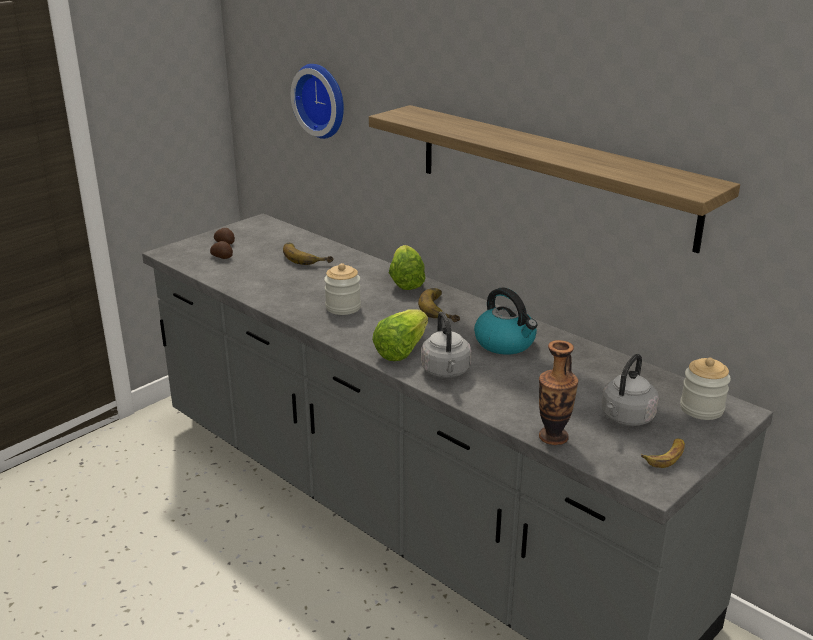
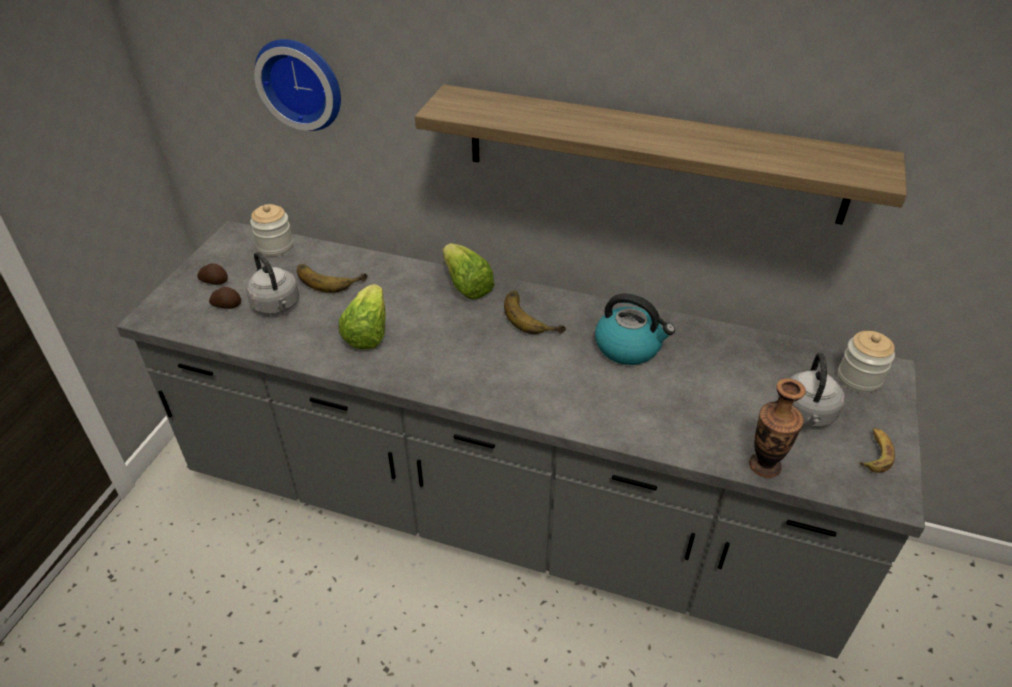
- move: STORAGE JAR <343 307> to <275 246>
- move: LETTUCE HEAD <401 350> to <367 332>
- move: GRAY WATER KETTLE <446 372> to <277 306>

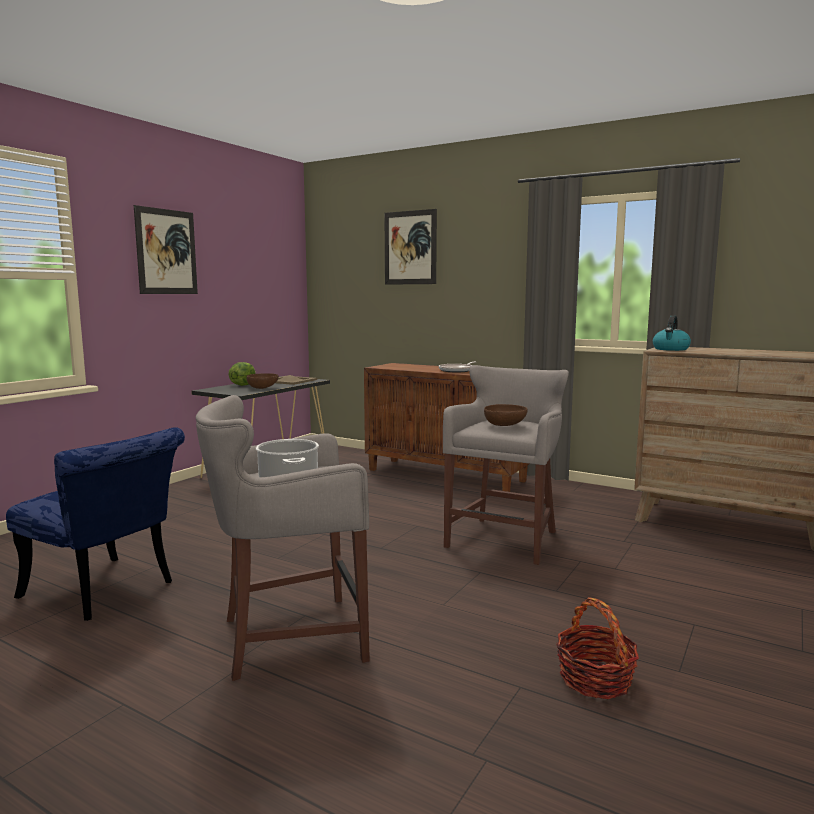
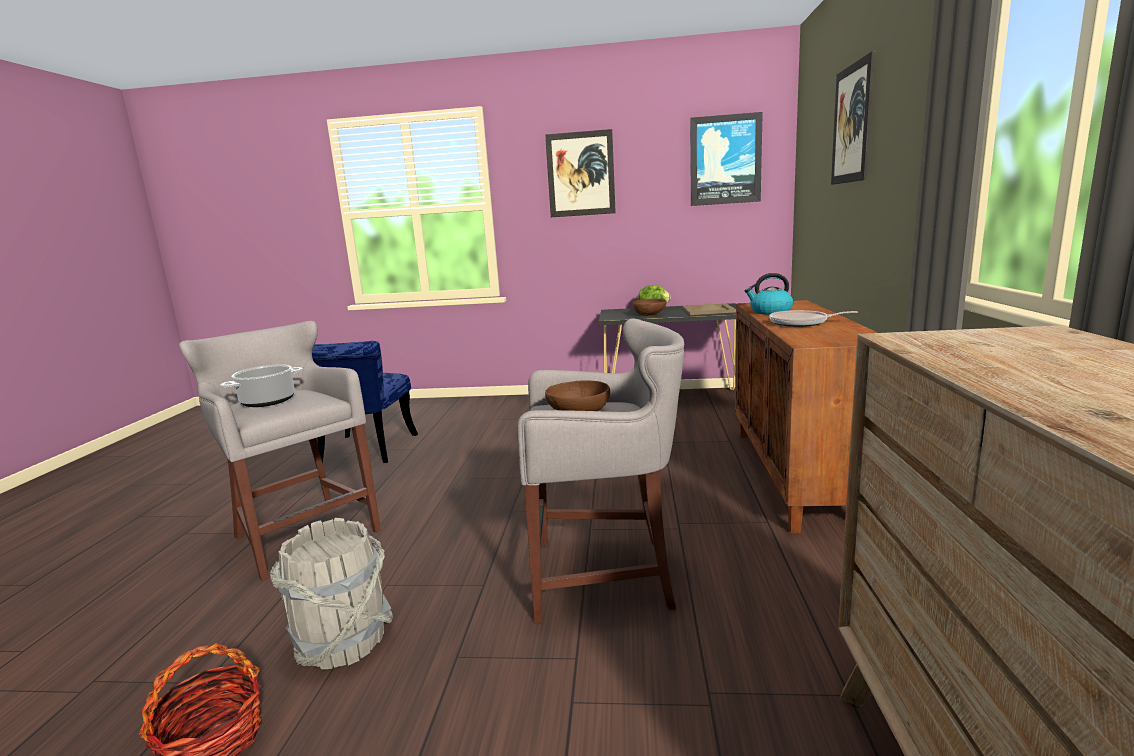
- insert: GRAY PAIL <343 641>
- insert: WALL ART <725 160>
- move: WATER KETTLE <671 349> to <770 312>

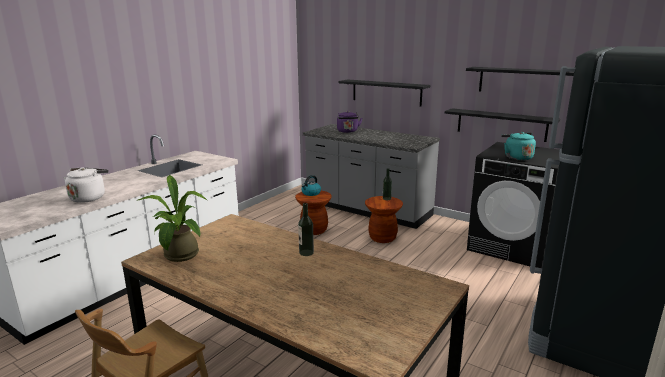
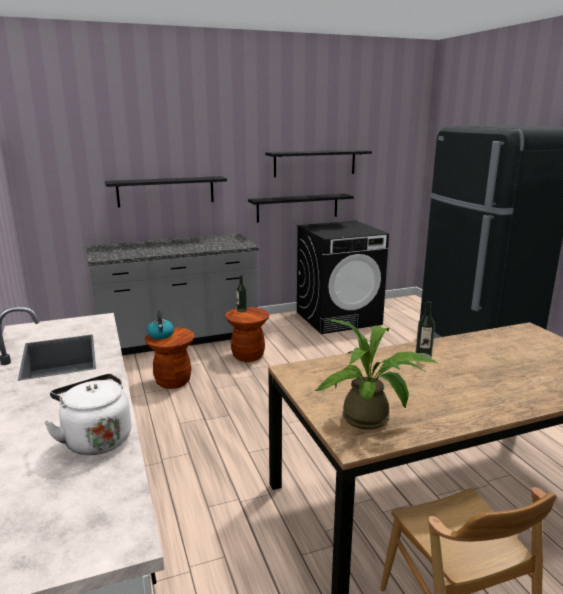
- delete: PURPLE WATER KETTLE <347 131>
- delete: BLUE-GREEN WATER KETTLE <516 157>

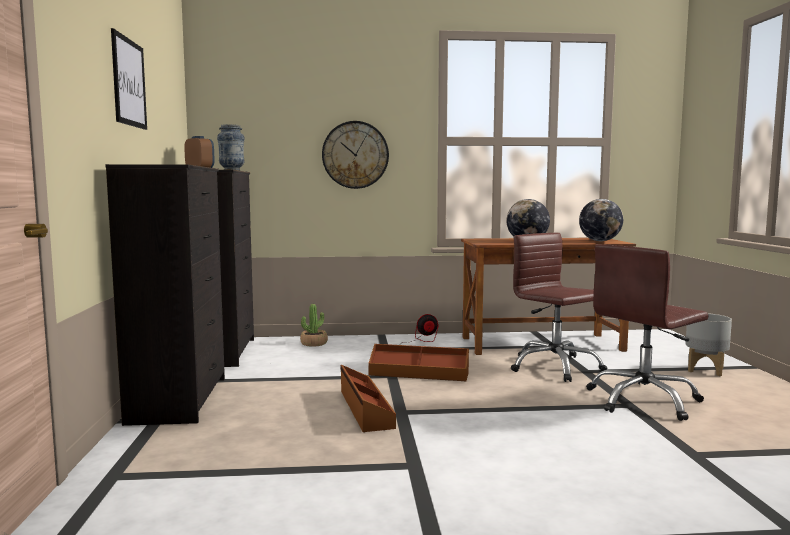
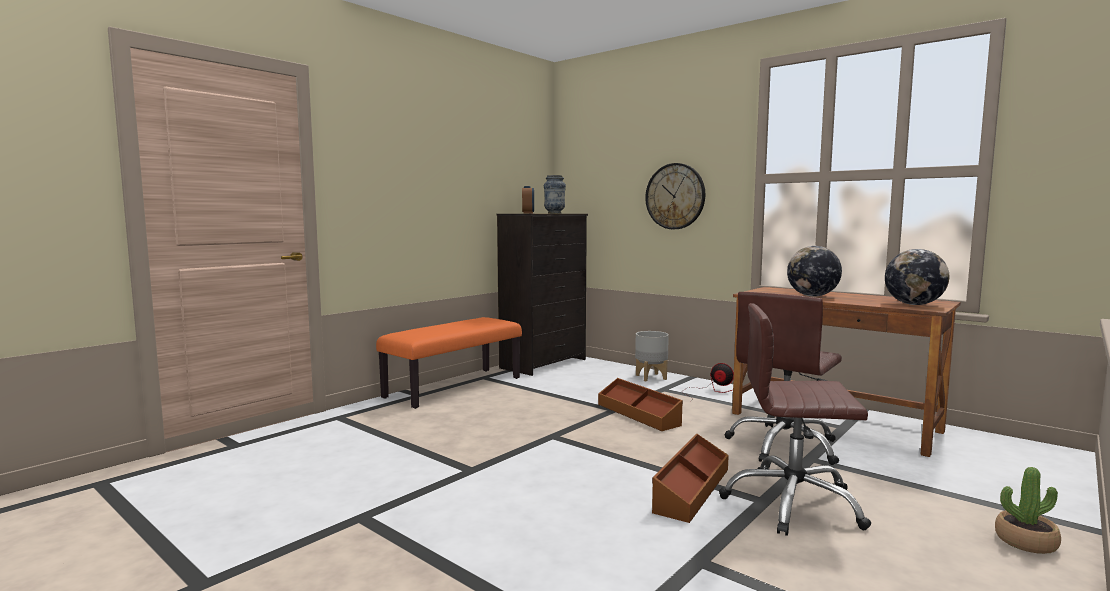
- delete: WALL ART <129 82>
- move: PLANT IN A POT <314 343> to <1025 542>
- move: BROWN-COLOURED STORAGE BIN <364 408> to <691 489>
- move: GRAY PLANT POT <706 370> to <651 377>
- replace: BLACK DRAWER CHEST <180 399> to ORANGEY BENCH <454 387>
- rotate: BROWN-COLOURED OFFICE CHAIR <555 367> = <784 445> 150 degrees counterclockwise

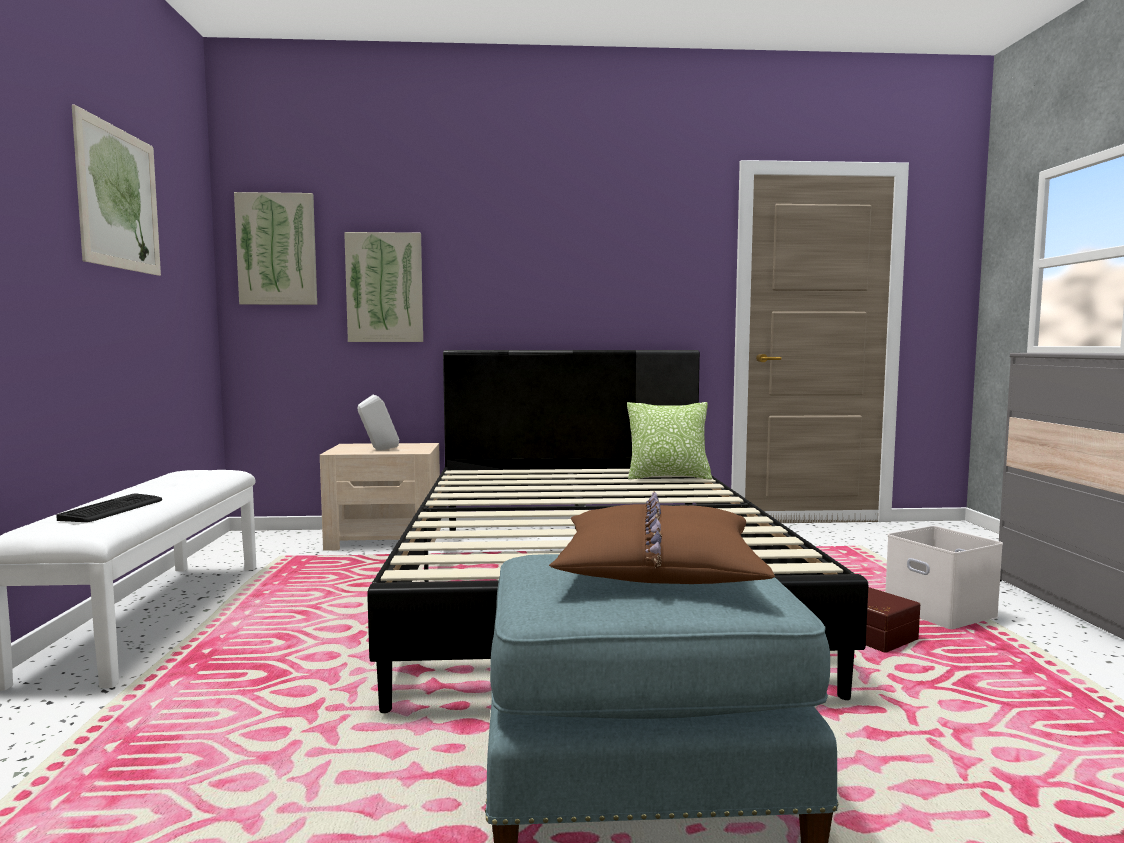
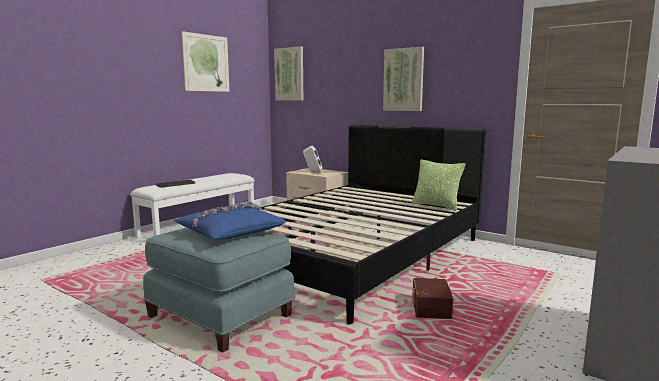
- delete: WHITE-COLOURED STORAGE BIN <942 611>
- move: WALL ART <385 288> to <403 80>
- recolor: BROWN-COLOURED CUSHION <658 567> to BLUISH CUSHION <230 232>

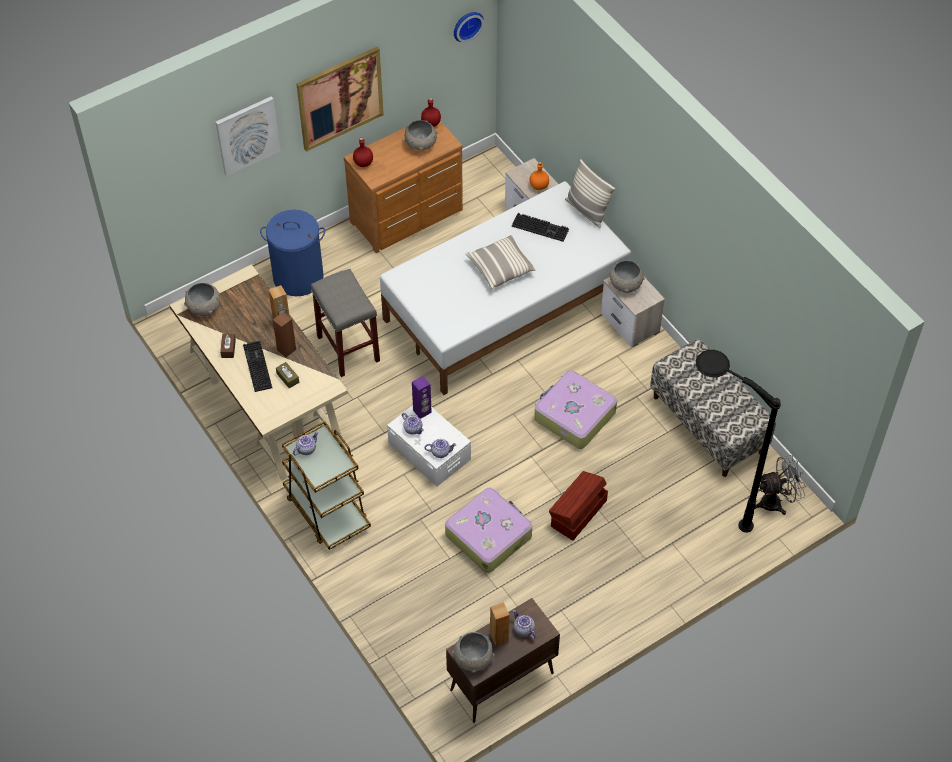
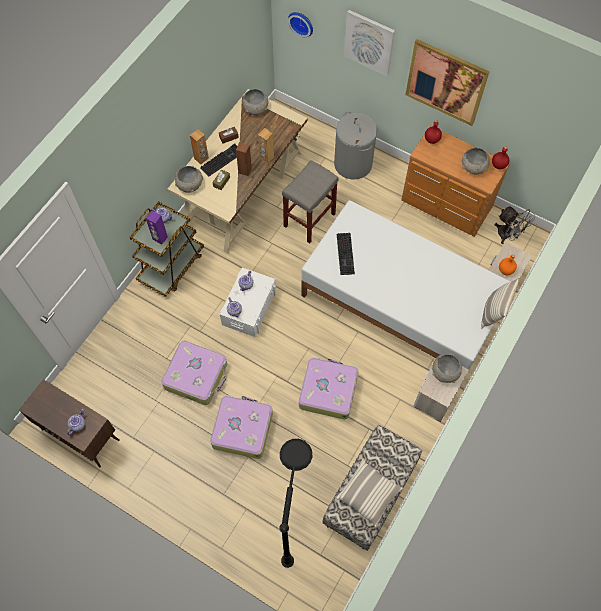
- move: PURPLE AUDIO SPEAKER <422 411> to <160 238>
- move: GRAY DEEP DISH <473 658> to <190 185>
- move: WALL CLOCK <466 25> to <302 23>
- move: CUSHION <501 268> to <368 494>
- move: BROWN-COLOURED AUDIO SPEAKER <499 637> to <201 158>
- move: KEYBOARD <541 227> to <346 254>
- move: GRAY FAN <776 502> to <508 235>
- replace: BROWN-COLOURED STORAGE BIN <577 513> to TRAVEL CASE <242 429>
- recolor: BLUISH WASHING BASKET <298 277> to GRAY WASHING BASKET <353 164>

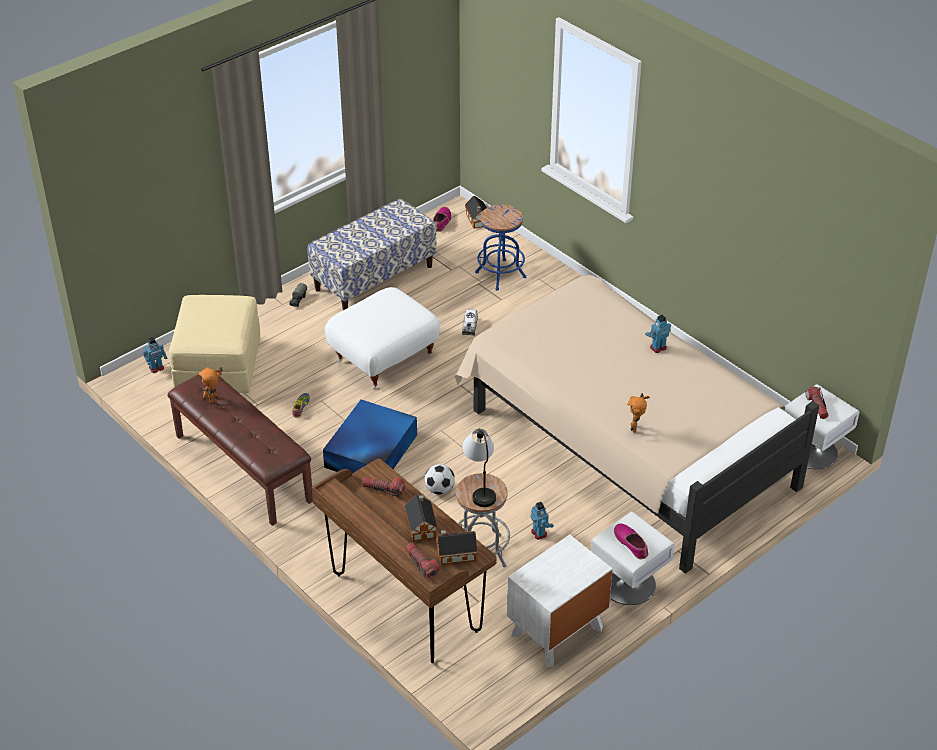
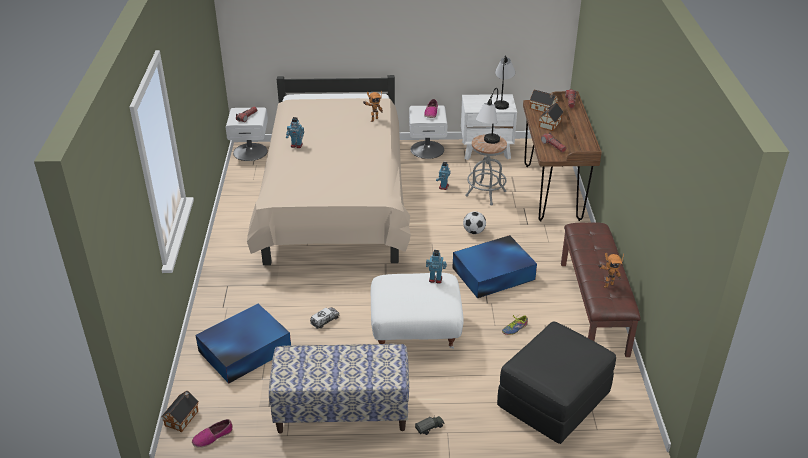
- insert: TABLE LAMP <502 101>
- move: TOY ROBOT <156 368> to <435 279>
- replace: BLUISH SITTING STOOL <500 275> to BLUISH STORAGE BIN <243 350>
- recolor: SAND-COLOURED OTTOMAN <218 365> to BLACK OTTOMAN <553 401>

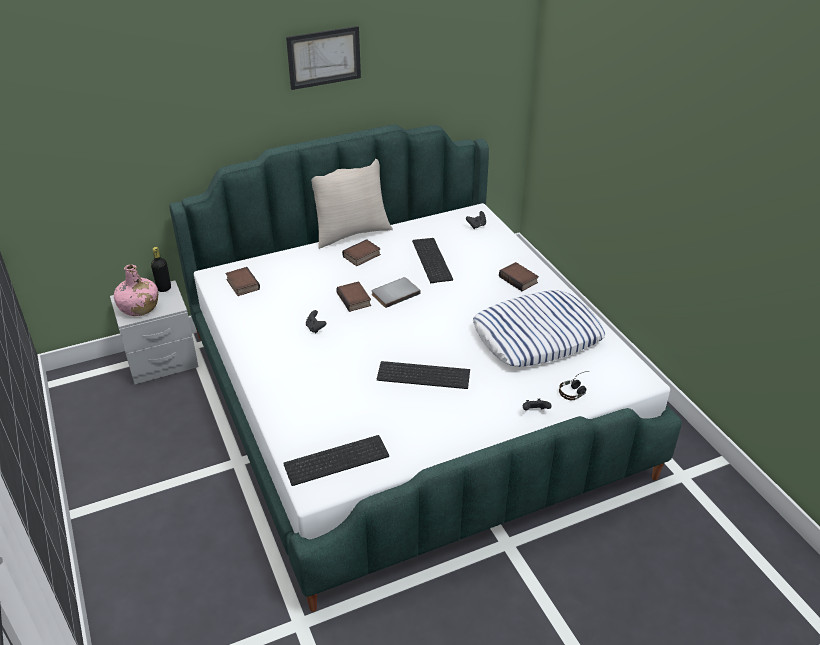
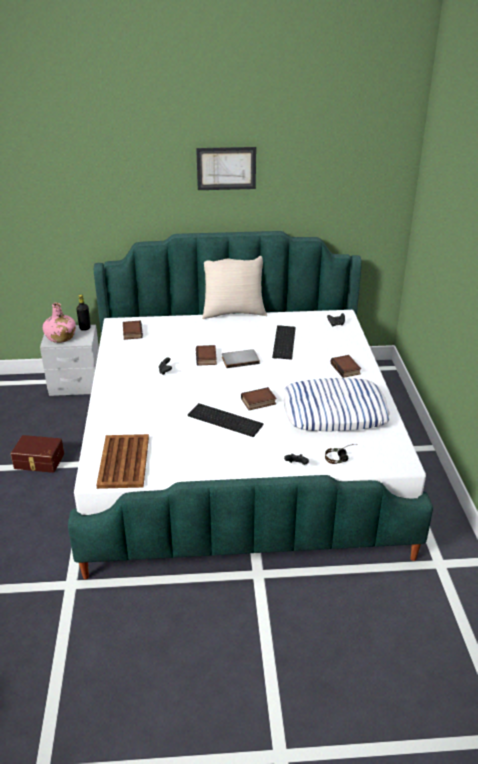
- insert: BROWN-COLOURED STORAGE BIN <39 461>
- move: VOLUME <362 256> to <258 402>
- replace: KEYBOARD <337 458> to BROWN-COLOURED TRAY <124 461>

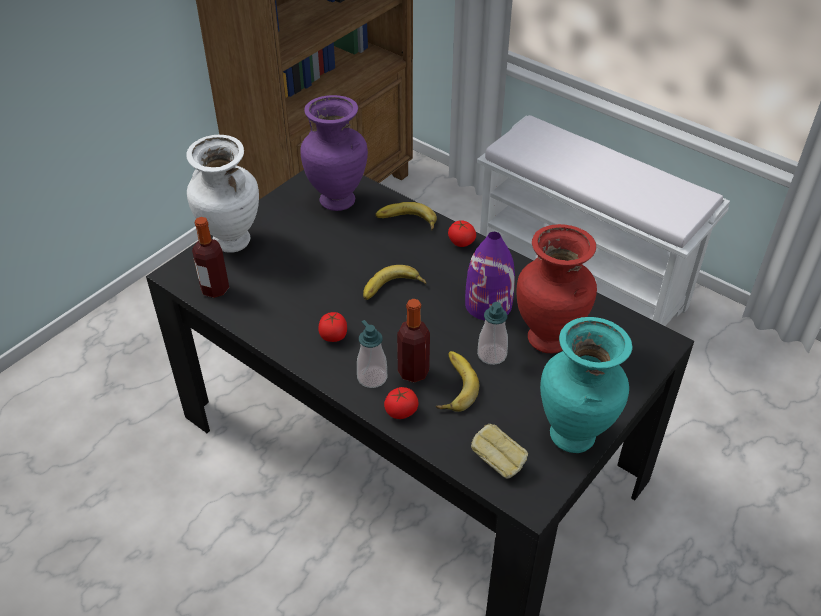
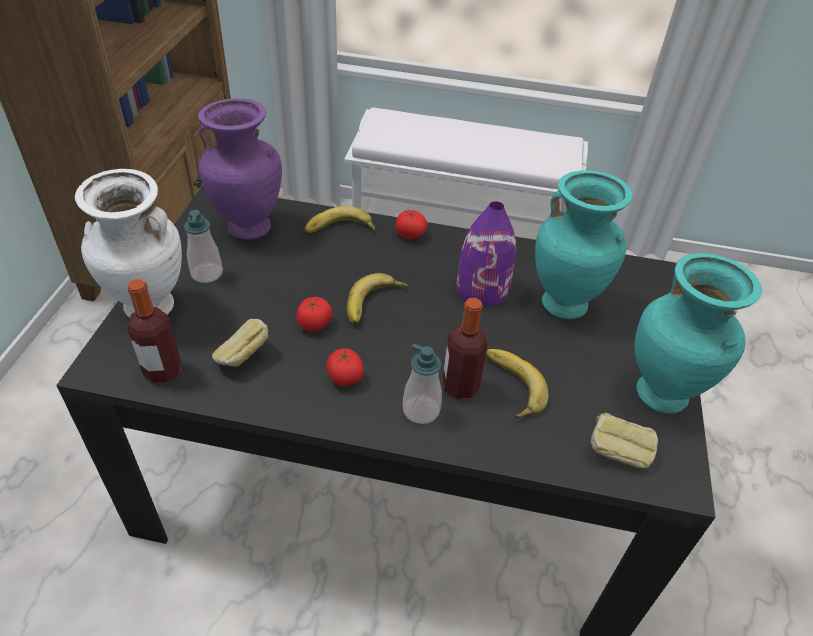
- insert: BAKERY BREAD <244 358>
- move: WHOLE TOMATO <401 411> to <314 324>
- move: LIQUID SOAP BOTTLE <492 354> to <207 273>
- recolor: RED FLOWER VASE <549 339> to BLUE-GREEN FLOWER VASE <564 304>

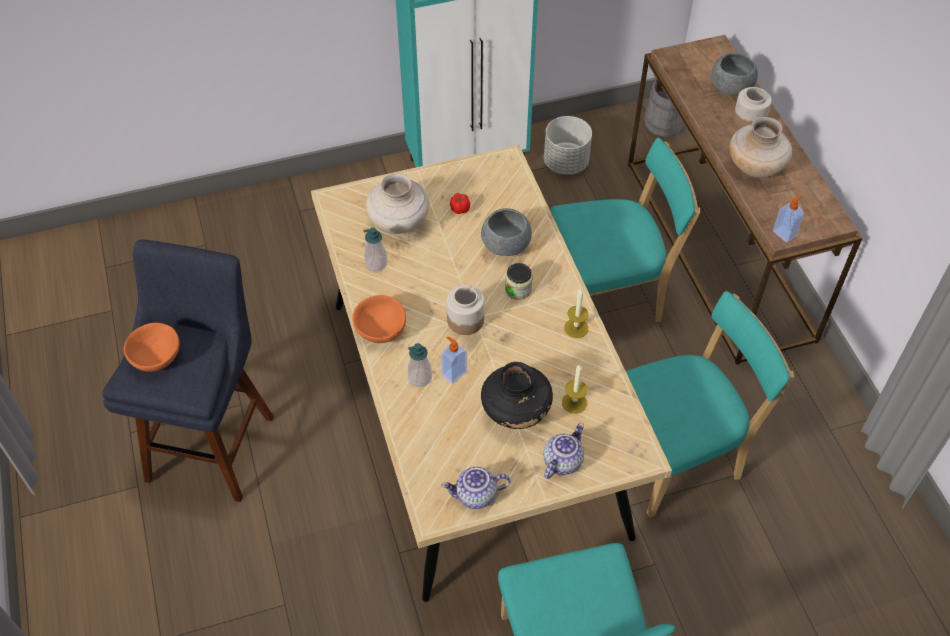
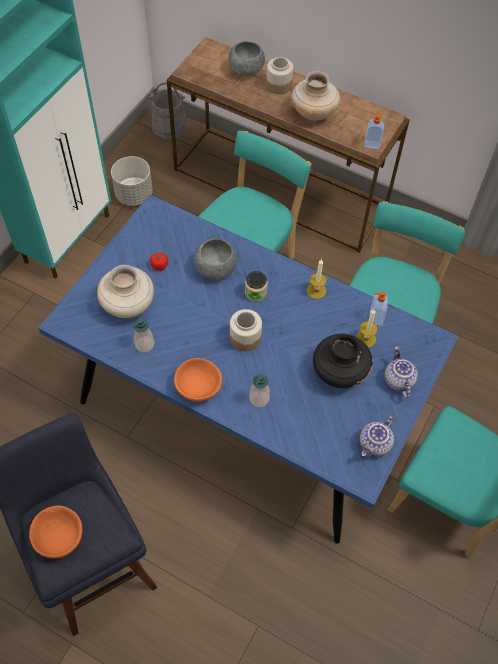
- move: LIQUID SOAP BOTTLE <453 373> to <375 318>
- recolor: SAND-COLOURED DINING TABLE <476 416> to BLUISH DINING TABLE <248 401>

